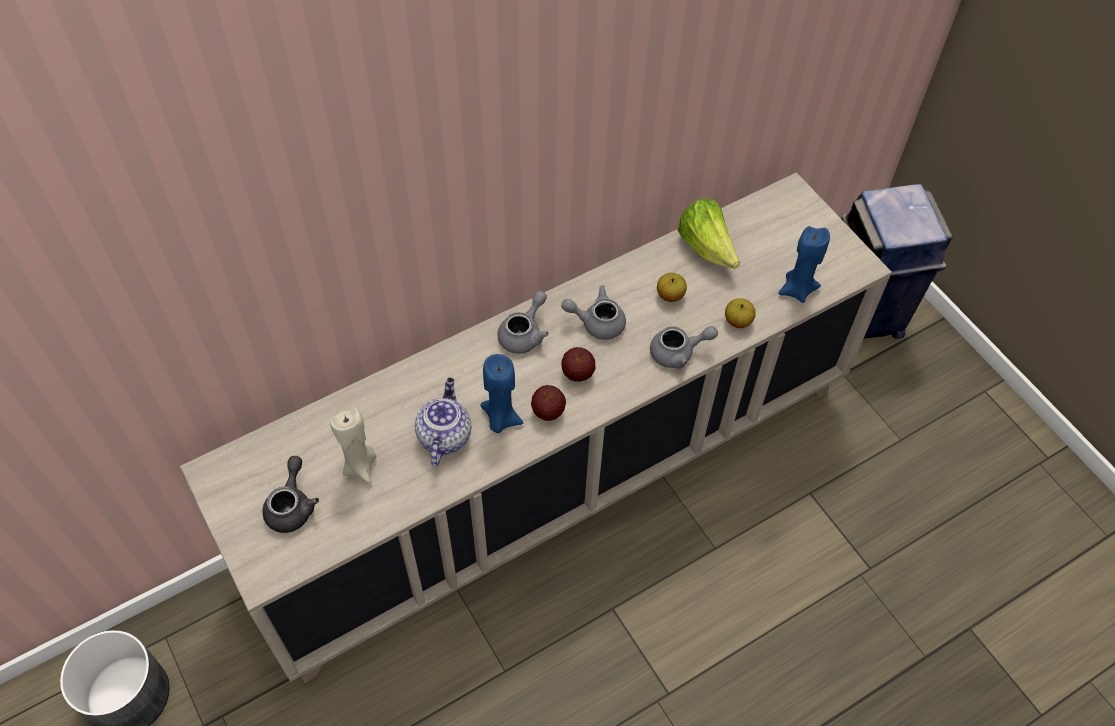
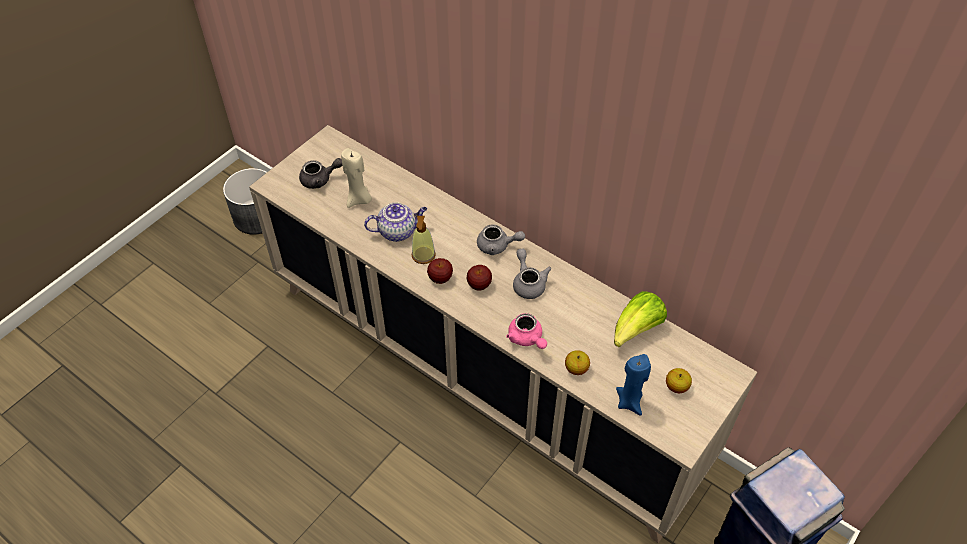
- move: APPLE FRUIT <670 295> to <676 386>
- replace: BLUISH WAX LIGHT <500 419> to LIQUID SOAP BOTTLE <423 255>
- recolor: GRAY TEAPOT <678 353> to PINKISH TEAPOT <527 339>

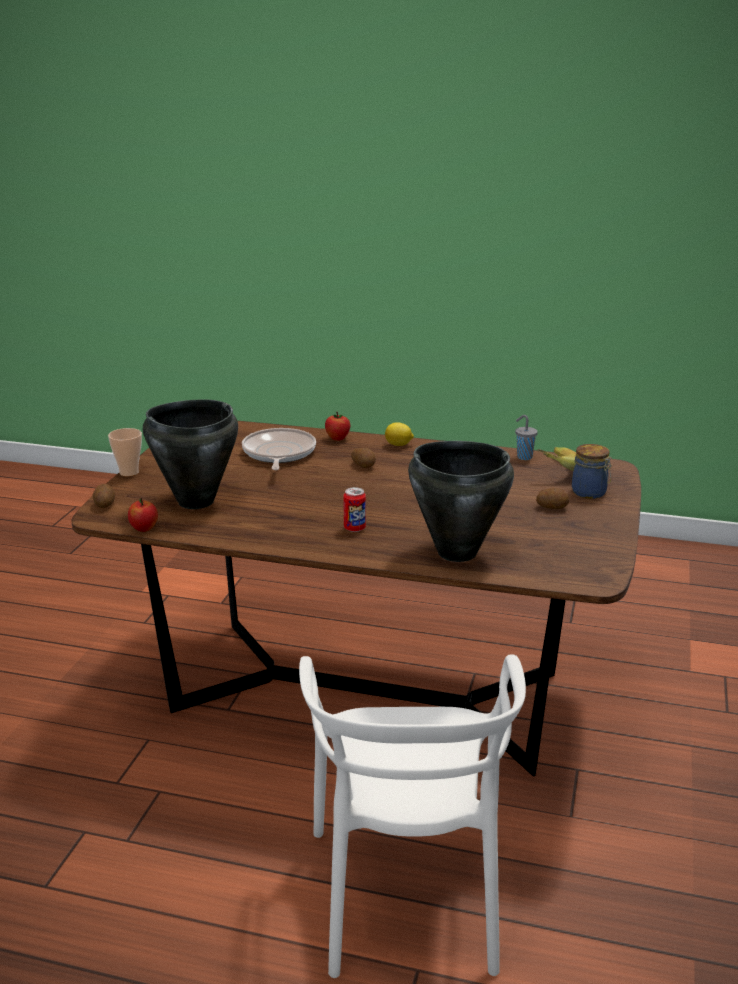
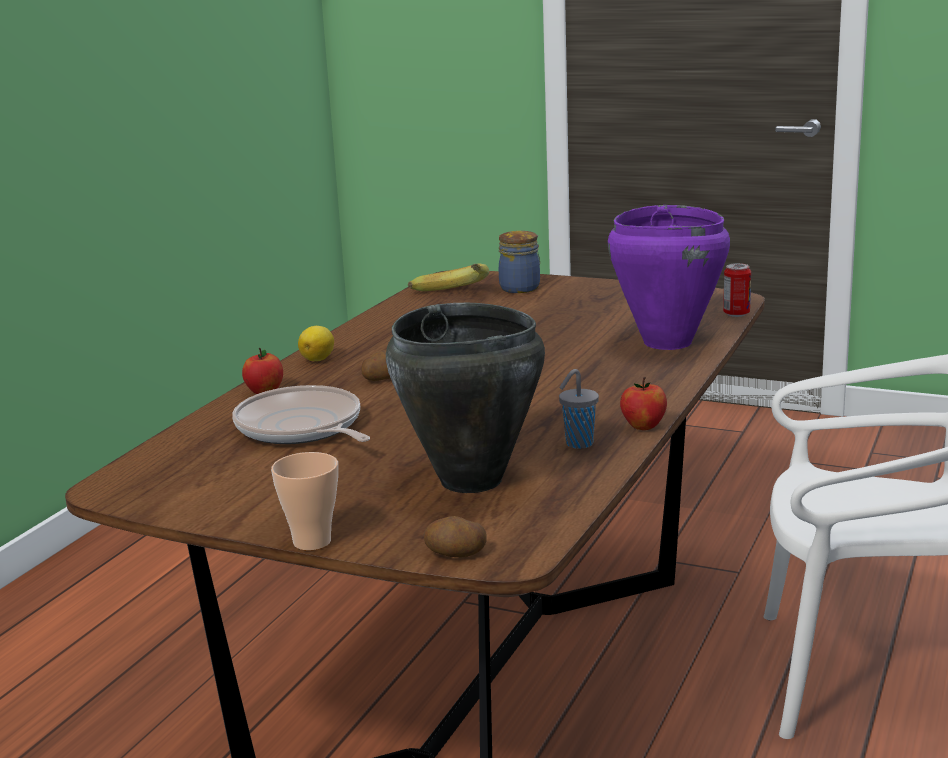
- delete: POTATO <552 507>
- move: APPLE FRUIT <144 528> to <643 426>
- move: METAL CAN <354 528> to <736 314>
- move: GRAY SMALL CUP <523 457> to <578 444>
- recolor: BLACK STOCKPOT <456 552> to PURPLE STOCKPOT <666 342>
- rotate: PAN <278 454> = <302 428> 45 degrees clockwise

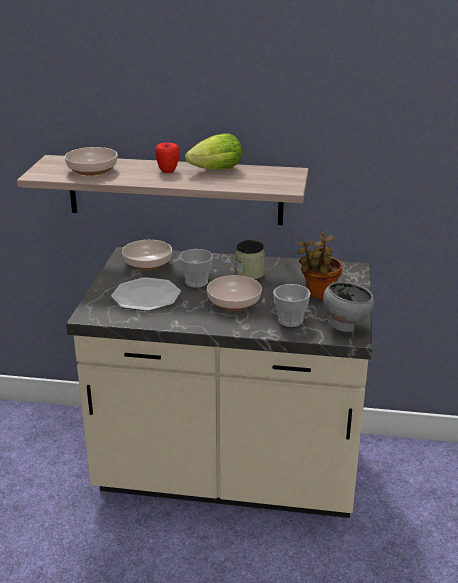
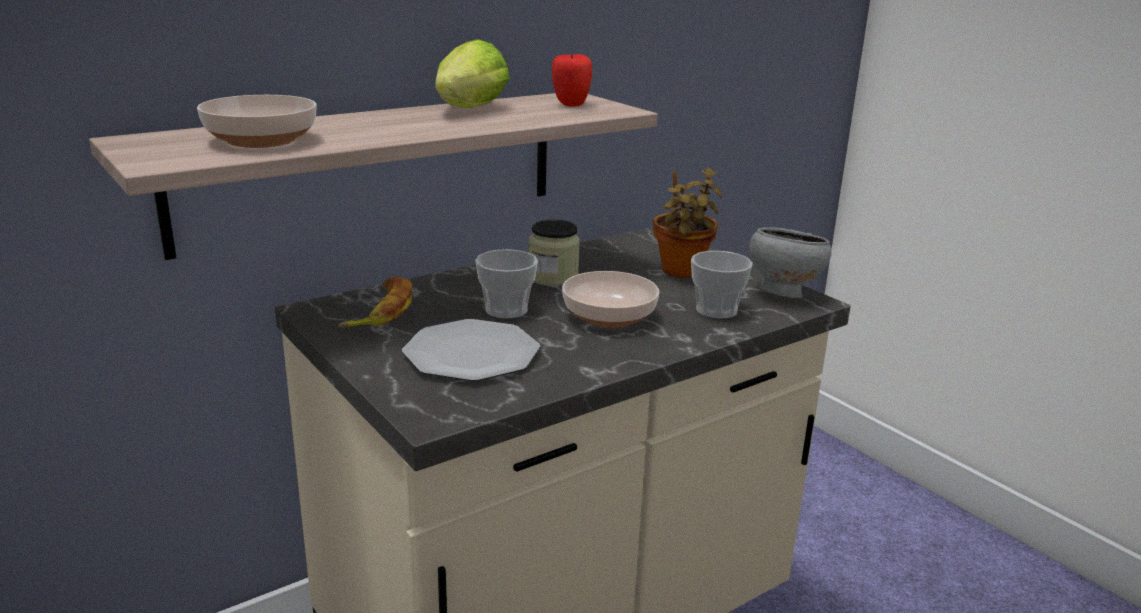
- move: APPLE FRUIT <168 171> to <571 104>
- replace: DEEP DISH <147 263> to BANANA FRUIT <380 311>

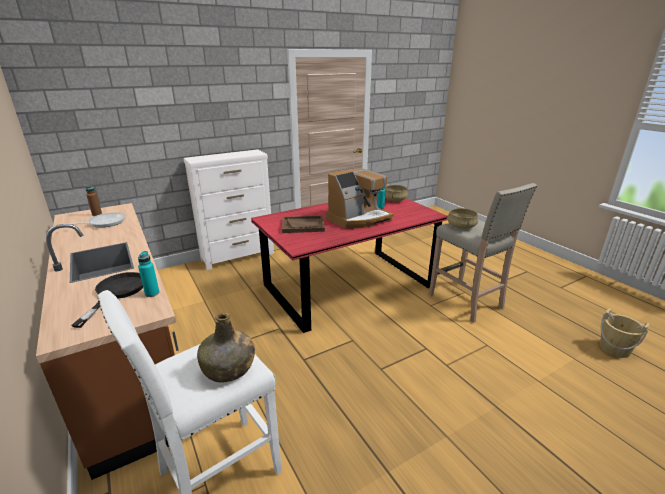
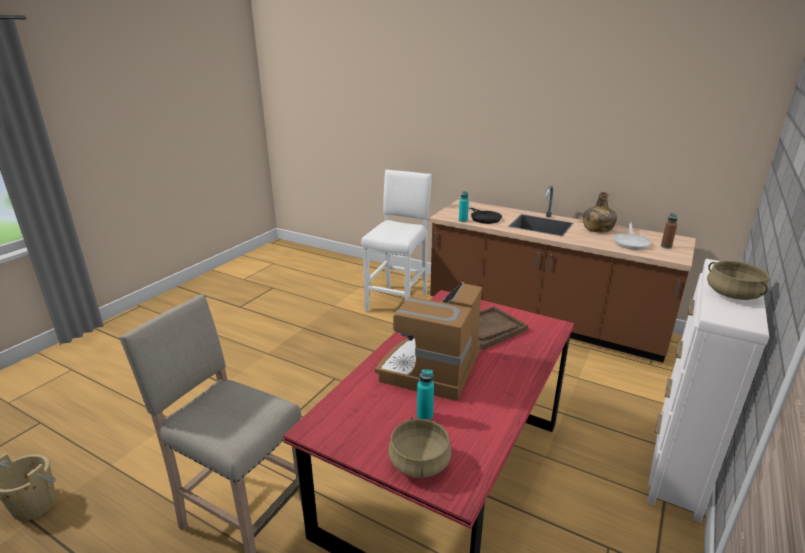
- move: GREEN BOTTLE <228 368> to <597 229>
- move: SAND-COLOURED STOCKPOT <461 226> to <732 294>

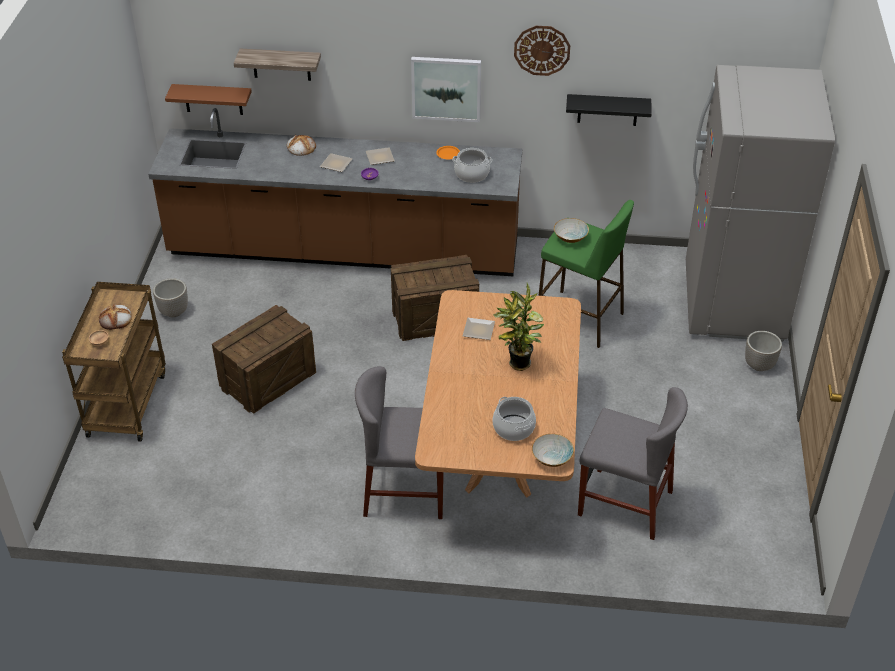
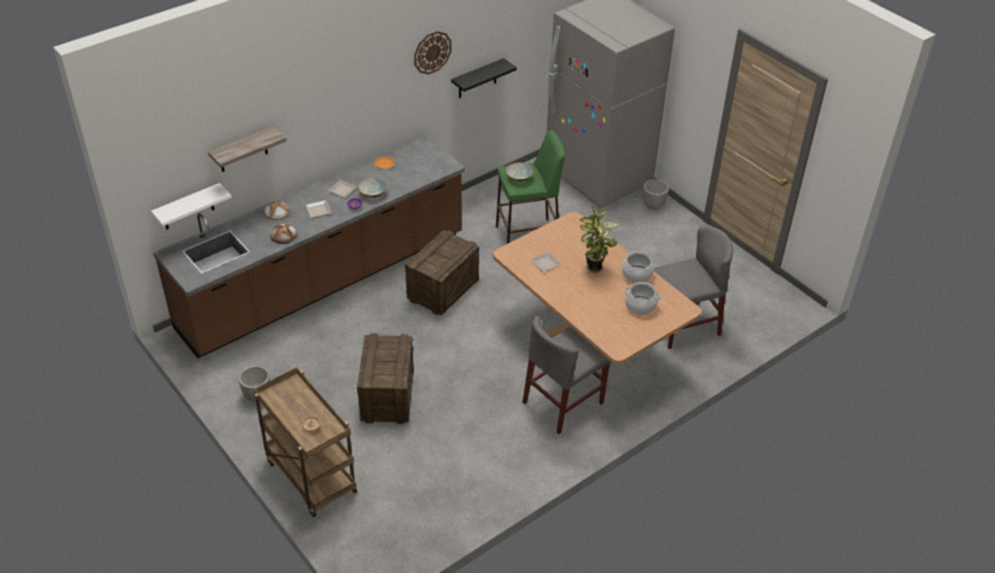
- delete: WALL ART <446 88>
- move: BAKERY BREAD <116 319> to <284 235>
- move: STOCKPOT <472 174> to <636 274>
- move: DEEP DISH <552 458> to <373 193>
- recolor: BROWN-COLOURED WALL SHELF <213 99> to WHITE-COLOURED WALL SHELF <188 207>

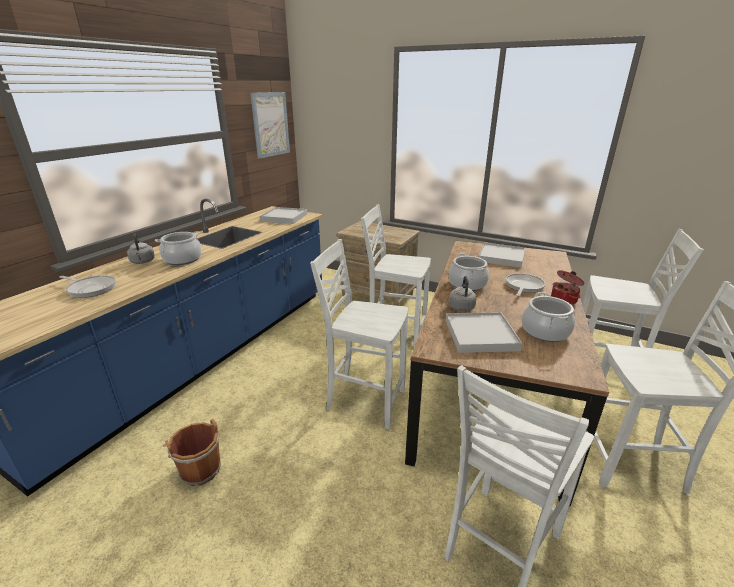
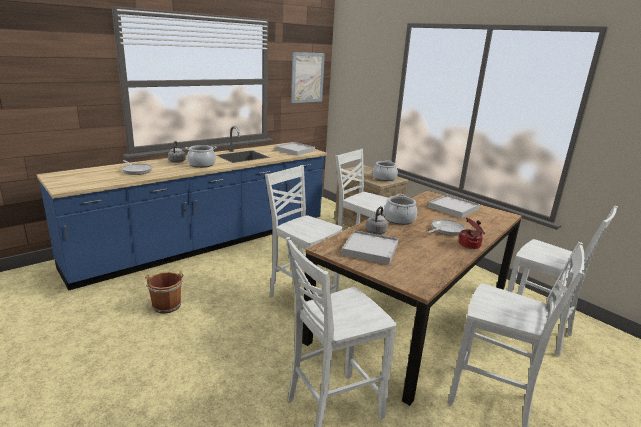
- move: STOCKPOT <545 331> to <384 178>

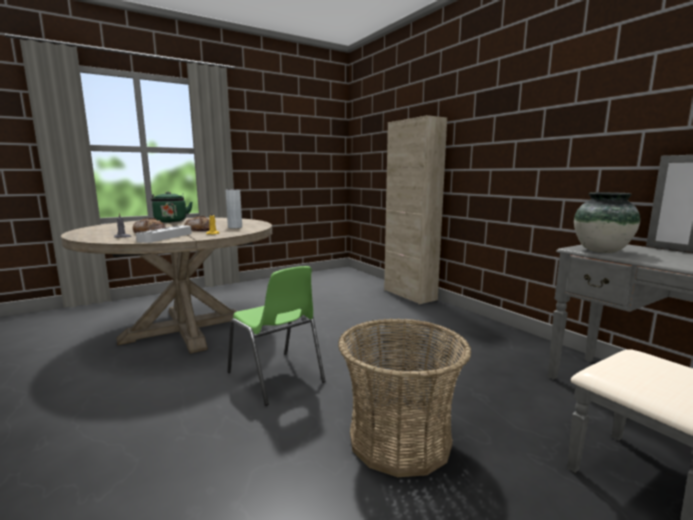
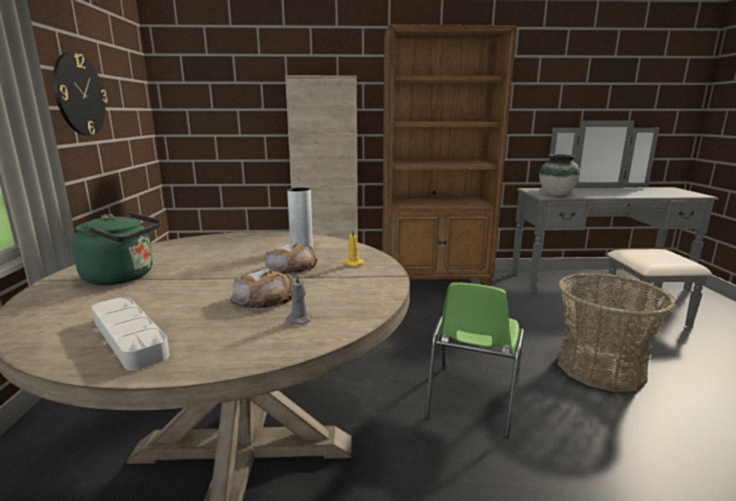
- insert: WALL CLOCK <79 94>
- insert: BROWN-COLOURED SHELVING UNIT <435 282>
- move: GRAY TRAY <165 237> to <129 337>
- rotate: GREEN UPRIGHT CHAIR <276 377> = <471 399> 120 degrees clockwise

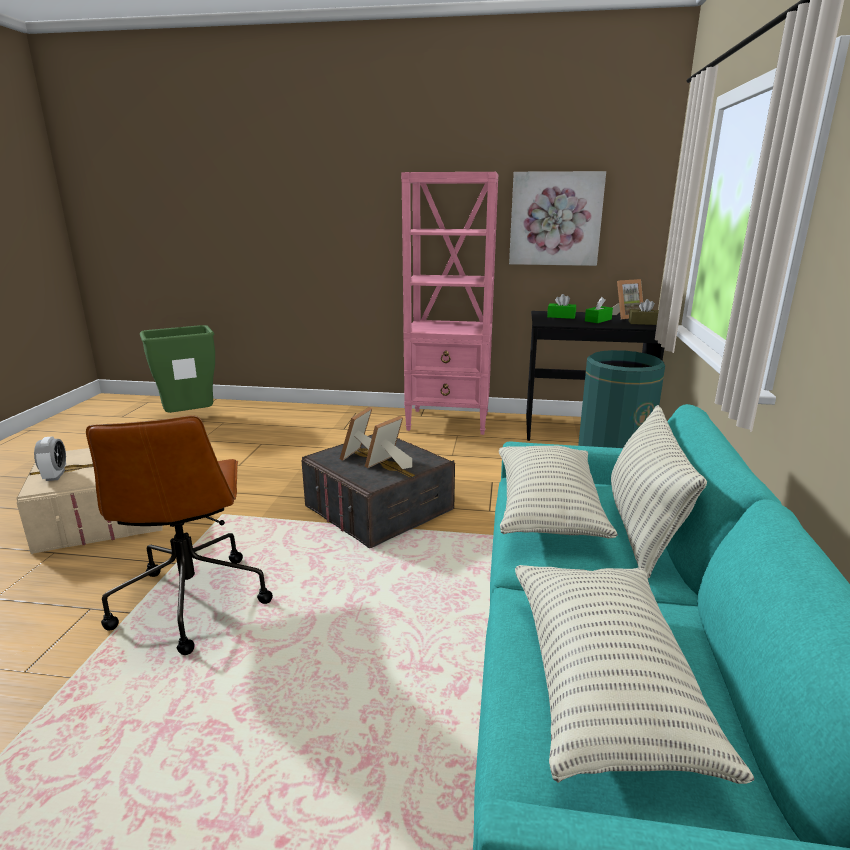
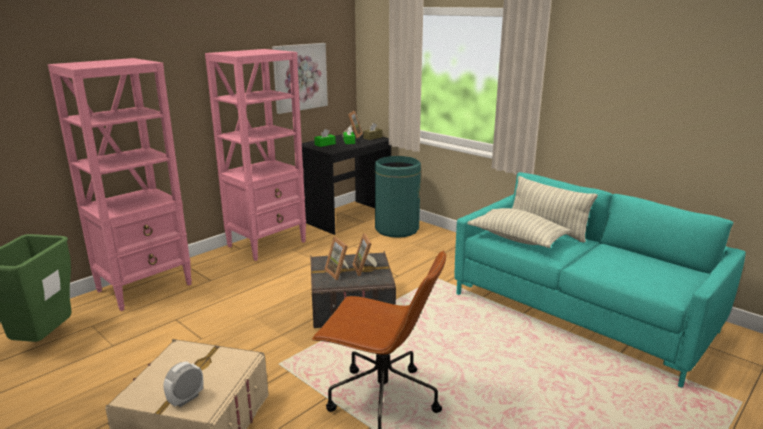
- delete: CUSHION <603 684>
- insert: PINKISH SHELVING UNIT <146 287>
- rotate: BEDSIDE CLOCK <55 475> = <186 399> 75 degrees counterclockwise

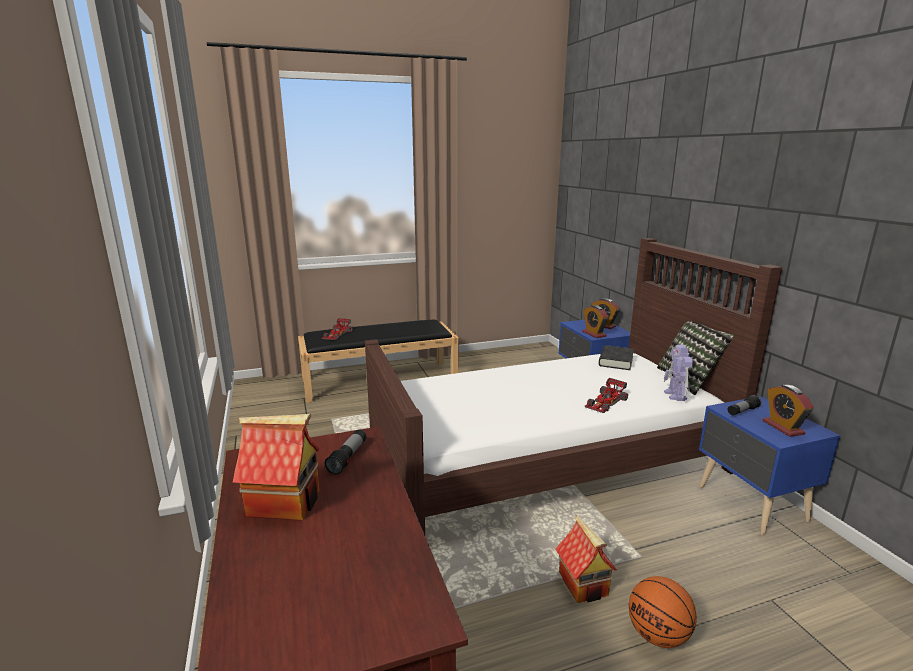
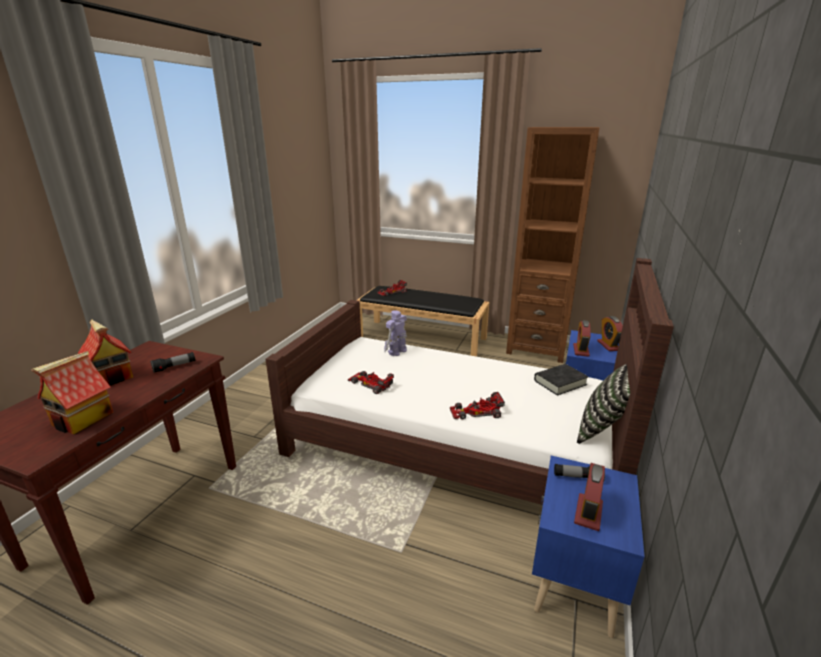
- delete: BASKETBALL BALL <657 635>
- insert: MINIATURE CAR <370 383>
- insert: BROWN-COLOURED SHELVING UNIT <536 348>
- move: MODEL HOUSE <584 584> to <83 419>
- move: TOY ROBOT <675 396> to <396 351>

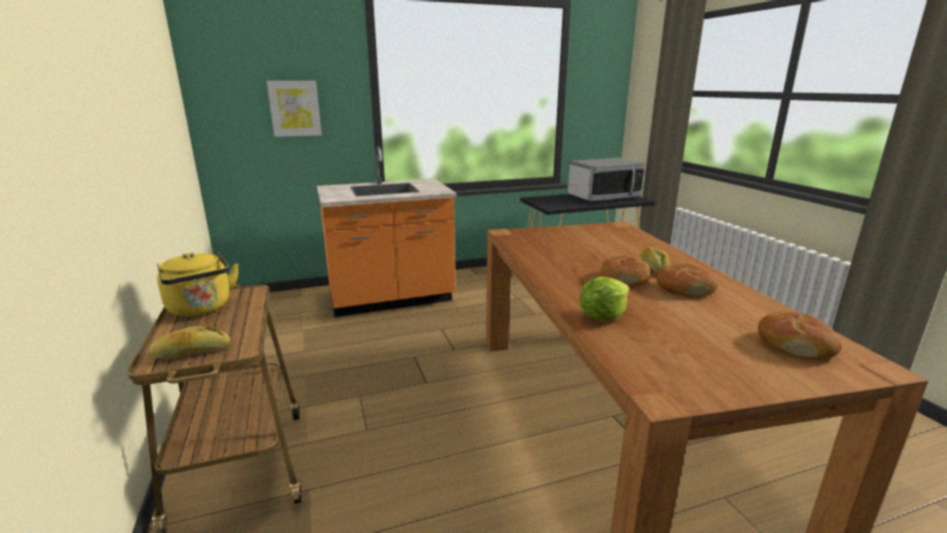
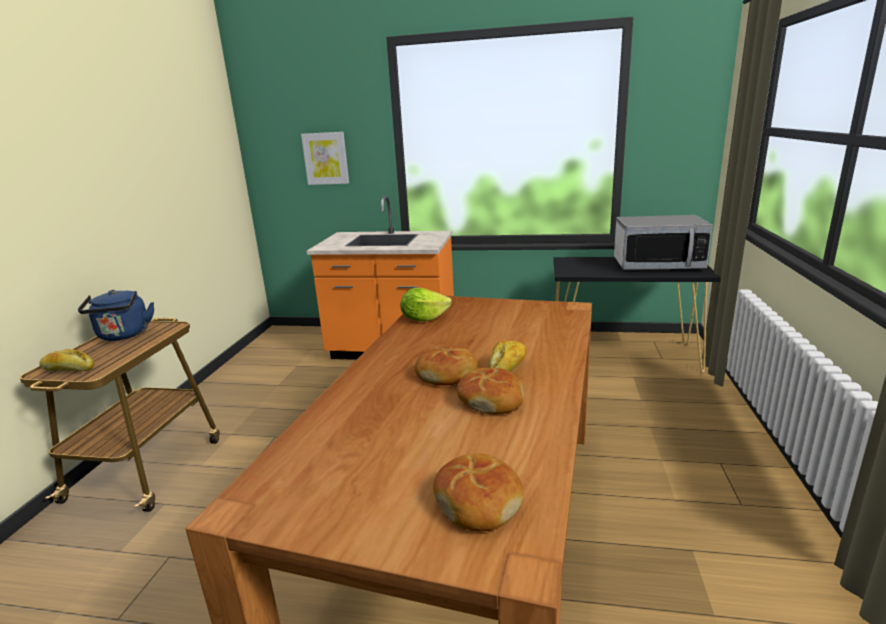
- move: LETTUCE HEAD <603 316> to <424 319>
- recolor: YELLOWISH WATER KETTLE <201 309> to BLUISH WATER KETTLE <123 335>

